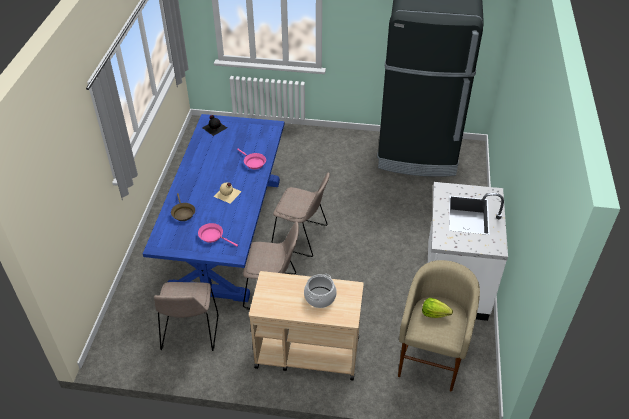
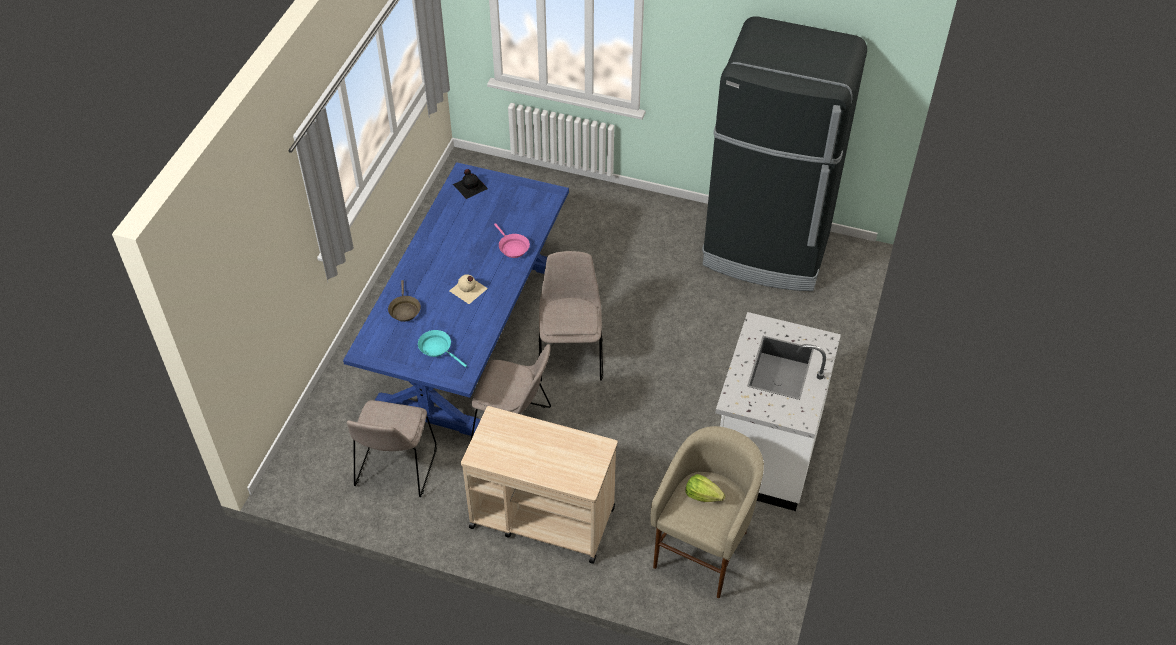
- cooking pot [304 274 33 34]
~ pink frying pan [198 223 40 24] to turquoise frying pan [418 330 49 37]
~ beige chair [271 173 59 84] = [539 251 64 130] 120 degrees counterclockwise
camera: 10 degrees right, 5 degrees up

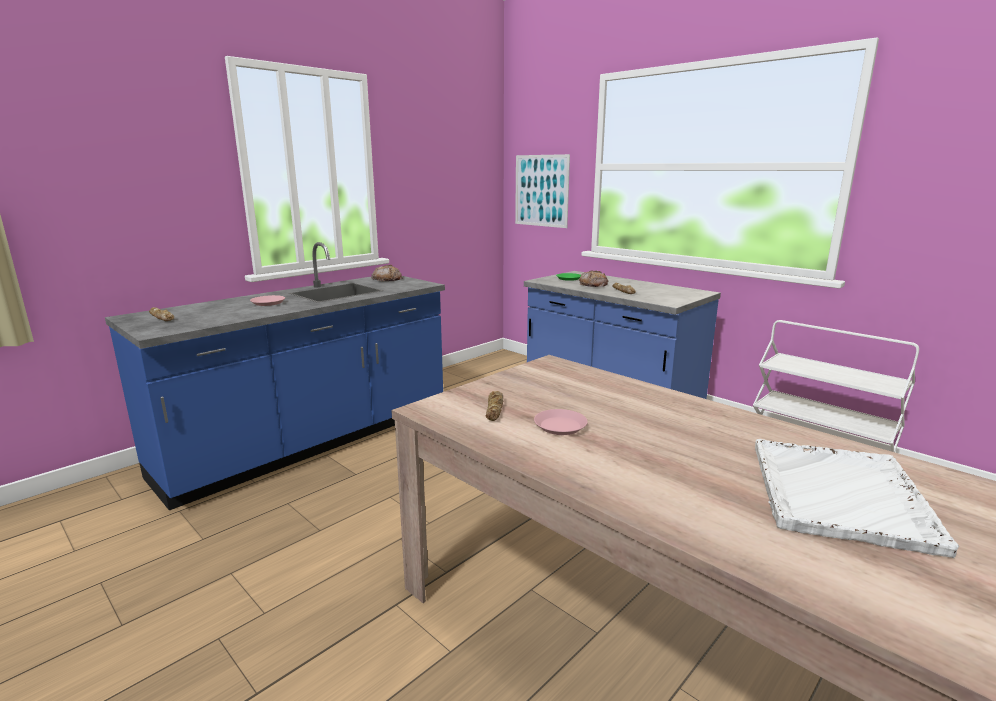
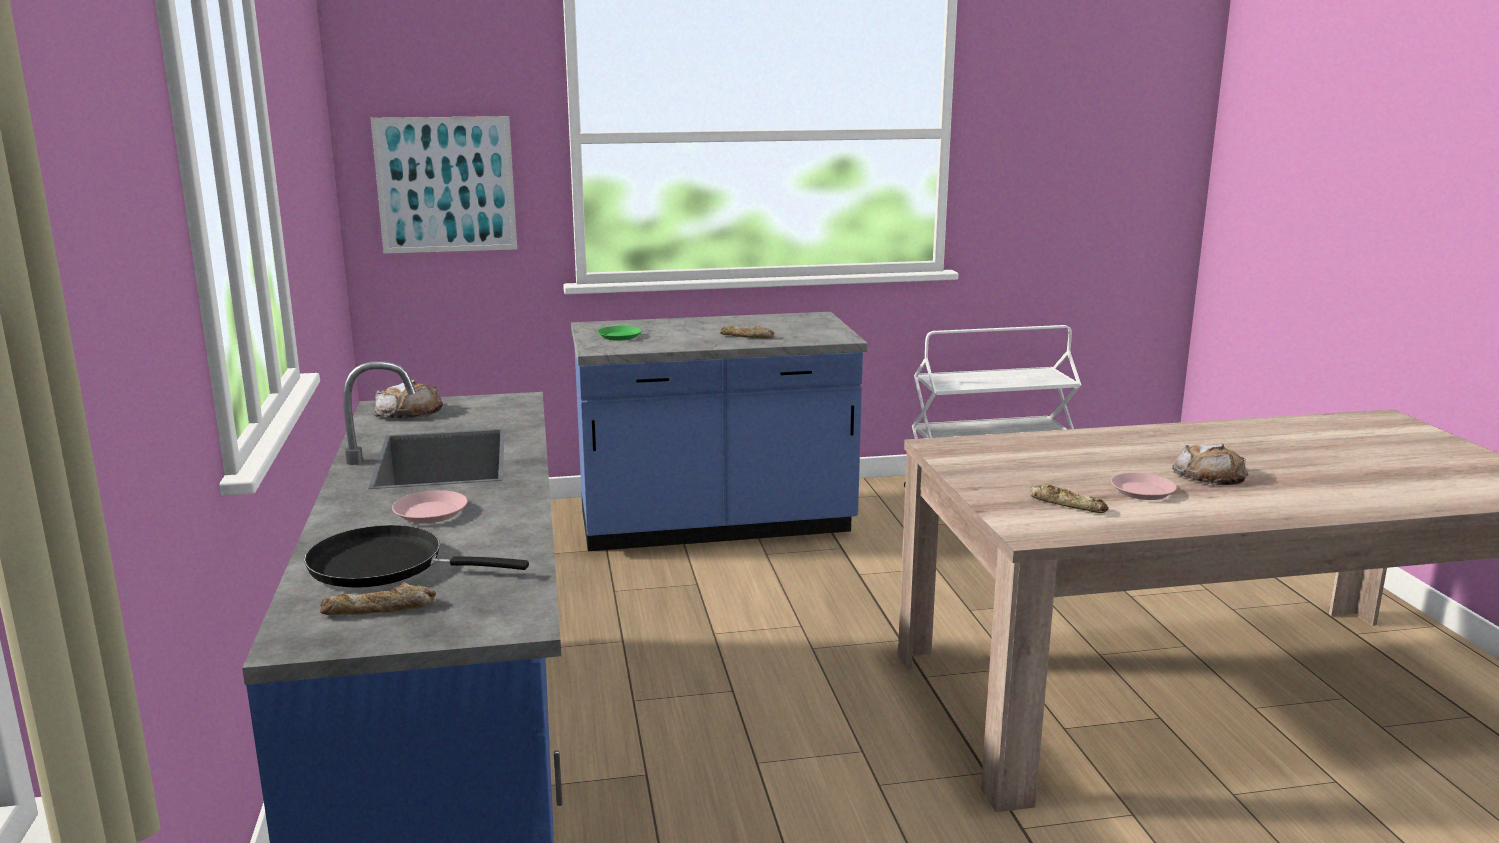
- white tray [755 439 204 119]
+ black frying pan [304 525 225 63]
~ bread [579 271 30 16] to [1172 443 77 42]
camera: 55 degrees left, 0 degrees up

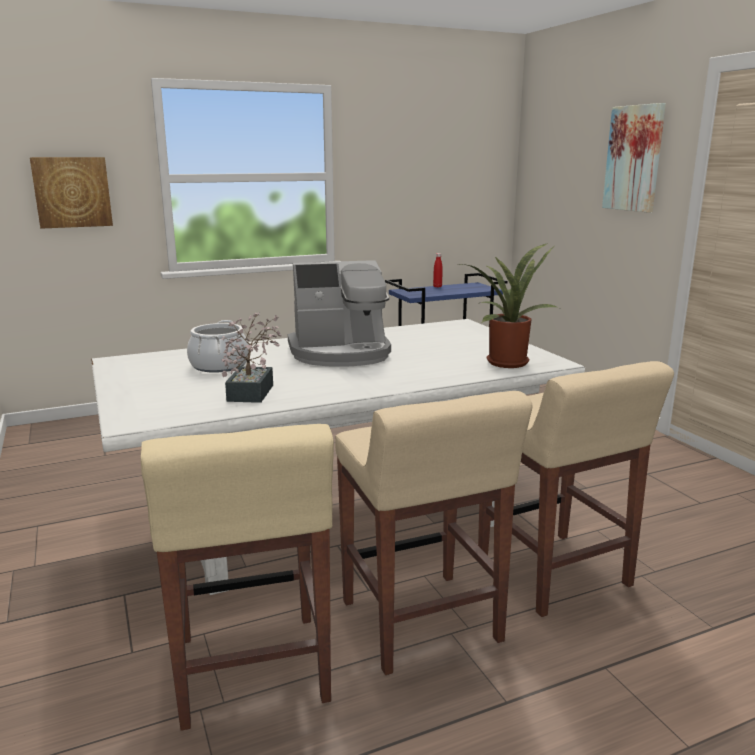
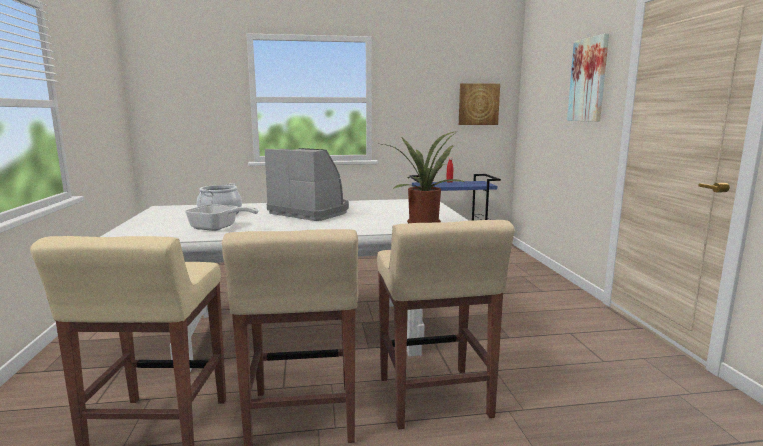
~ picture [30 157 83 72] to [459 83 41 42]
~ potted plant [221 313 61 90] to frying pan [185 204 73 27]
~ coffee machine [288 260 103 107] = [265 148 84 73] 150 degrees counterclockwise
camera: 15 degrees right, 5 degrees down

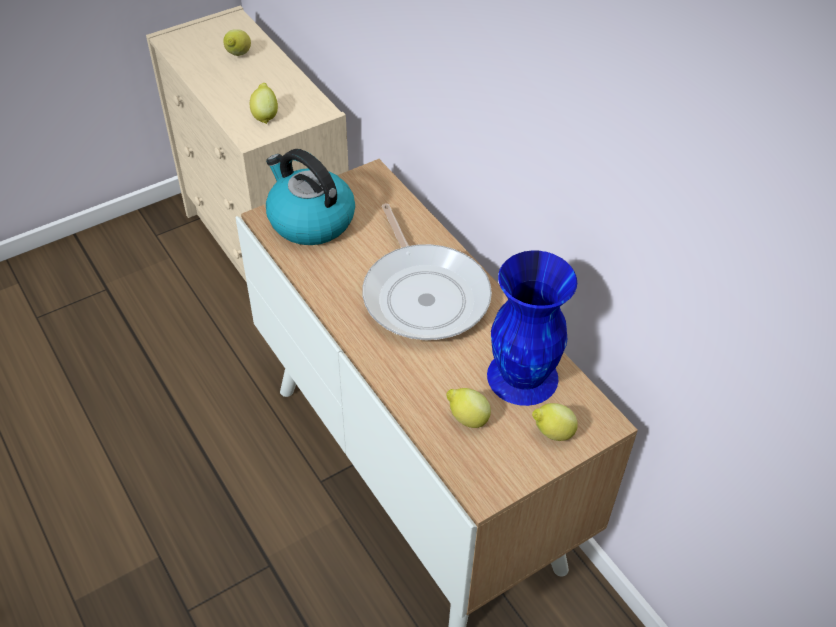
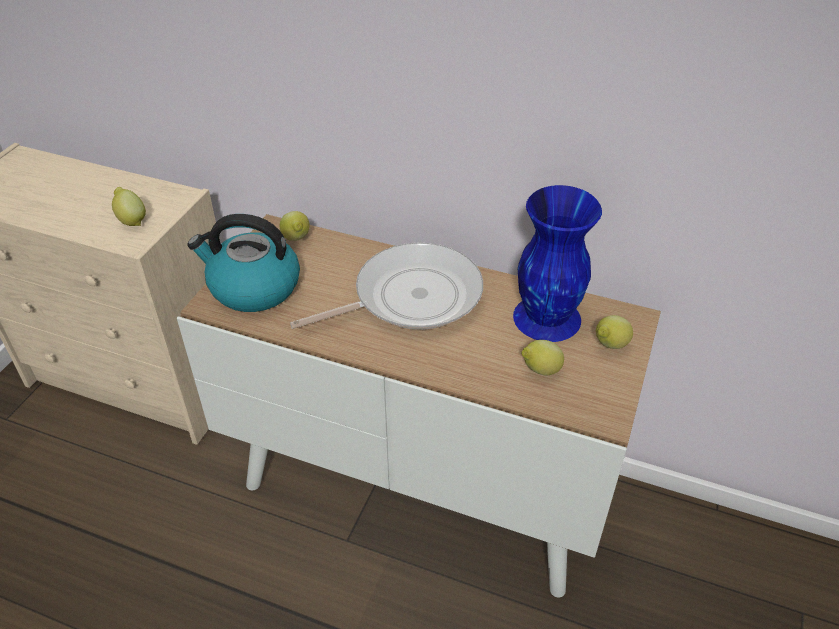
~ lemon [223 29 28 27] to [280 211 30 30]
~ frying pan [362 203 130 137] = [290 243 193 87] 60 degrees counterclockwise
camera: 35 degrees left, 5 degrees down

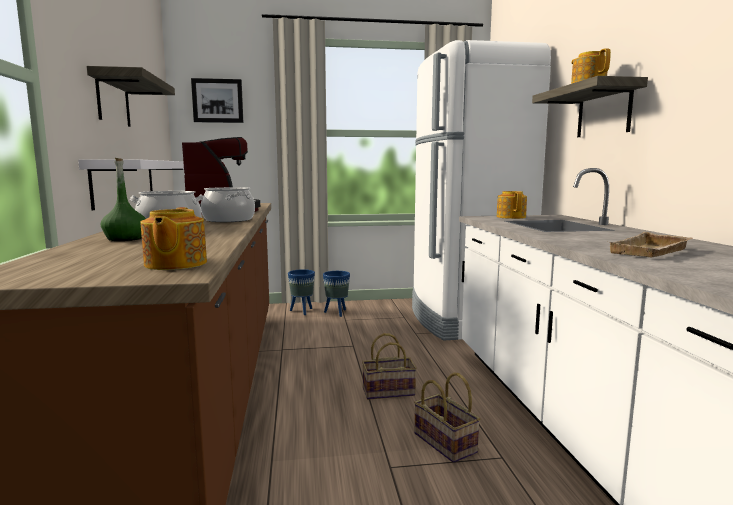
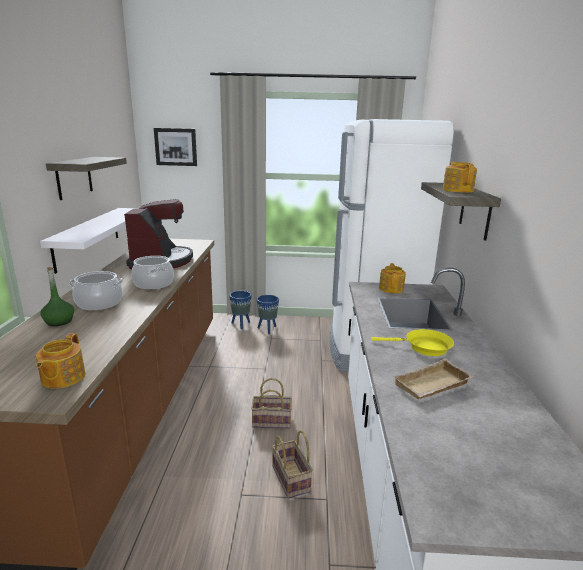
+ yellow frying pan [371 329 83 27]
camera: 10 degrees right, 10 degrees up

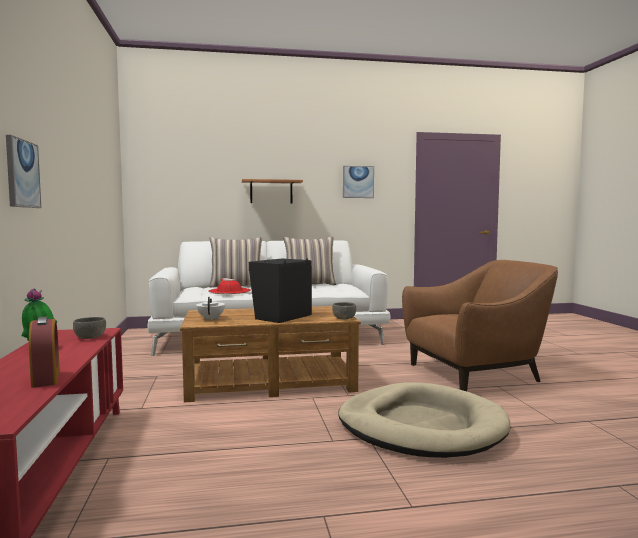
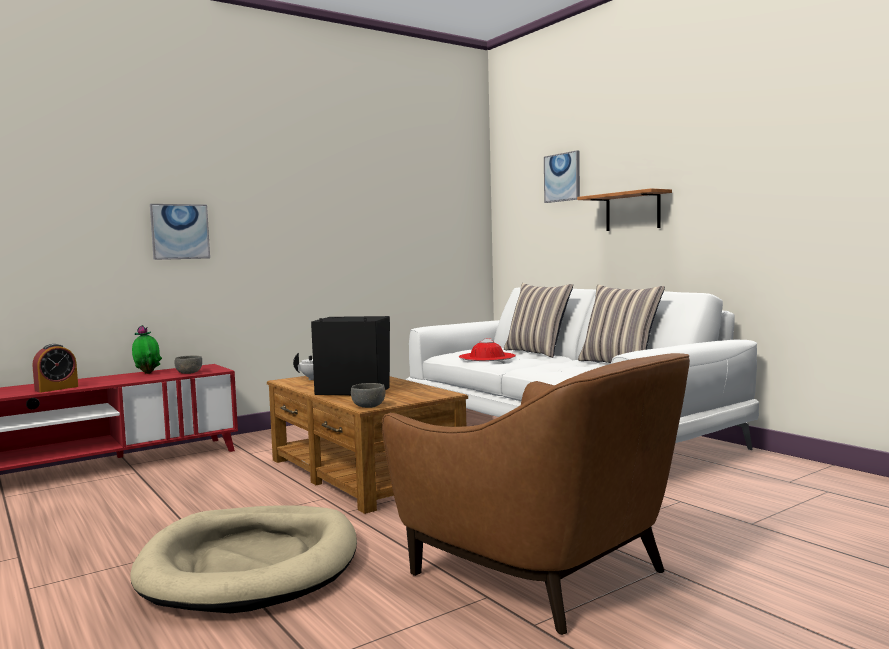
~ picture [343 166 31 32] to [544 150 36 53]
camera: 65 degrees right, 0 degrees up

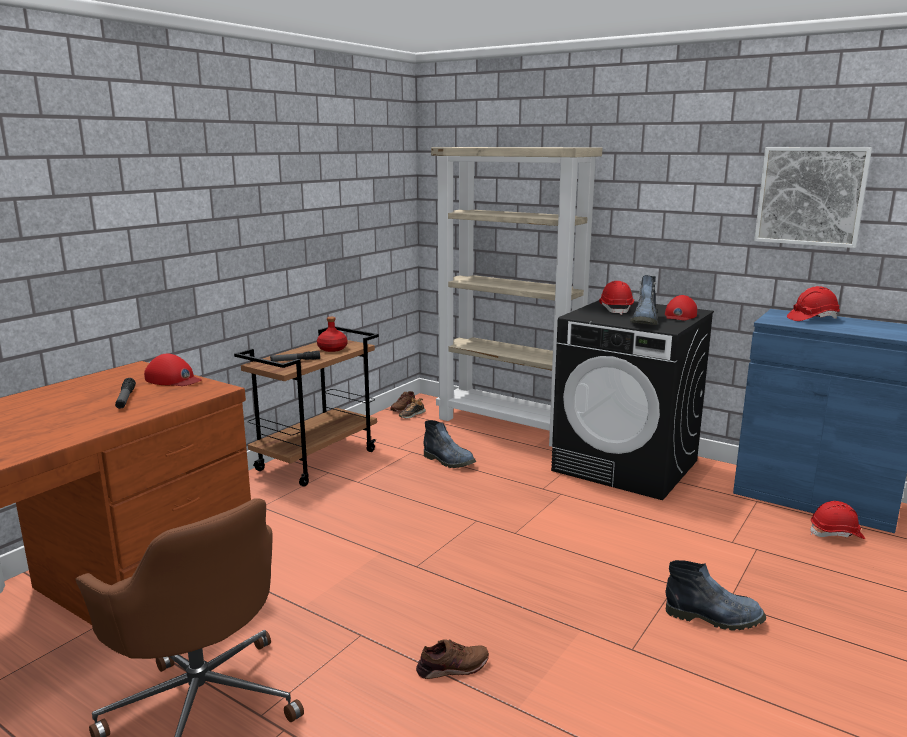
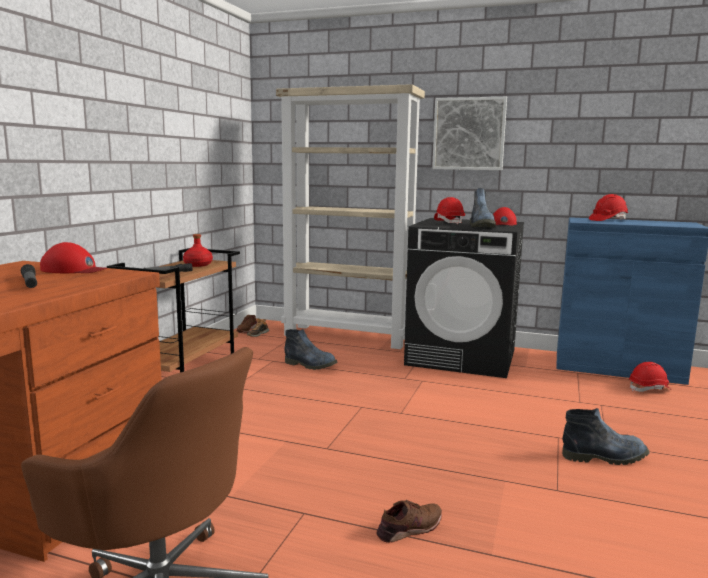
~ picture [754 147 118 101] to [432 97 75 73]
camera: 15 degrees left, 5 degrees down

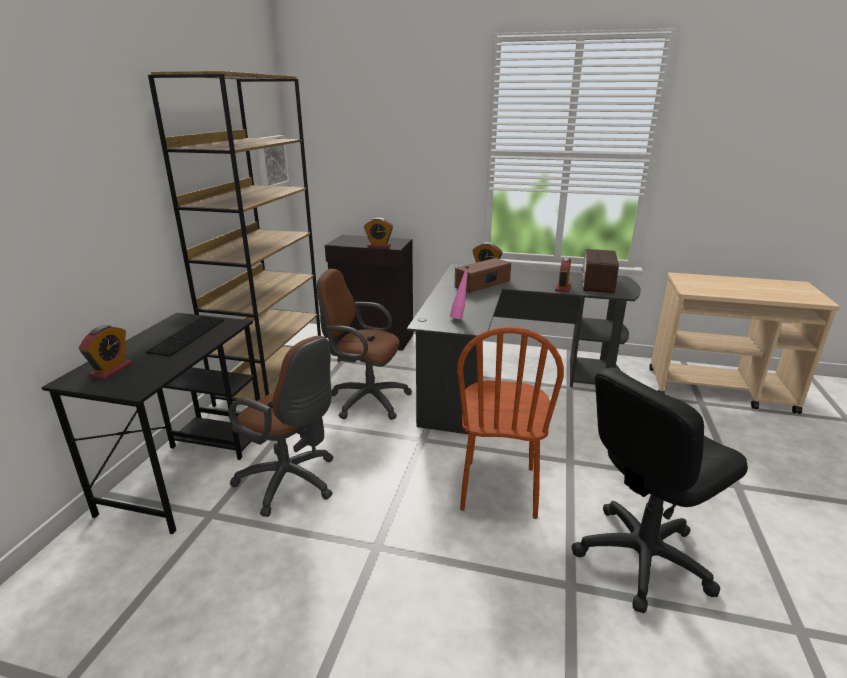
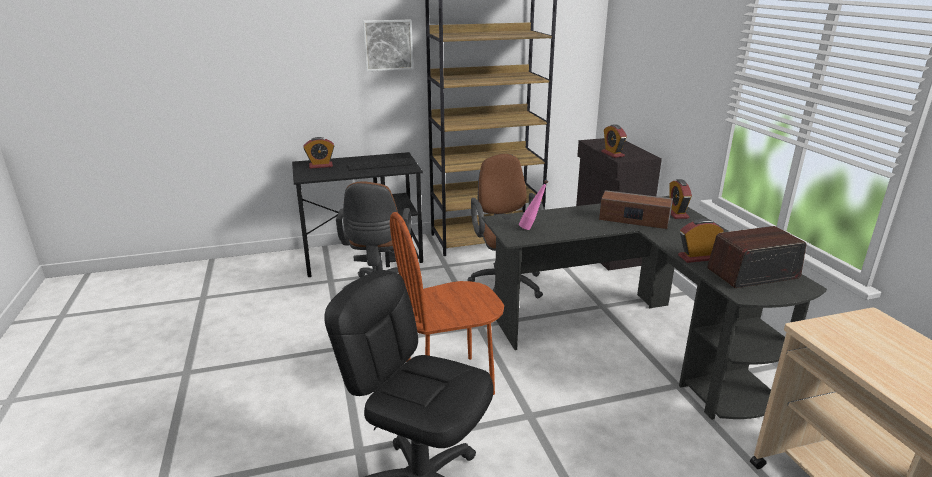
~ picture [258 135 31 51] to [363 20 50 51]
camera: 60 degrees right, 0 degrees up

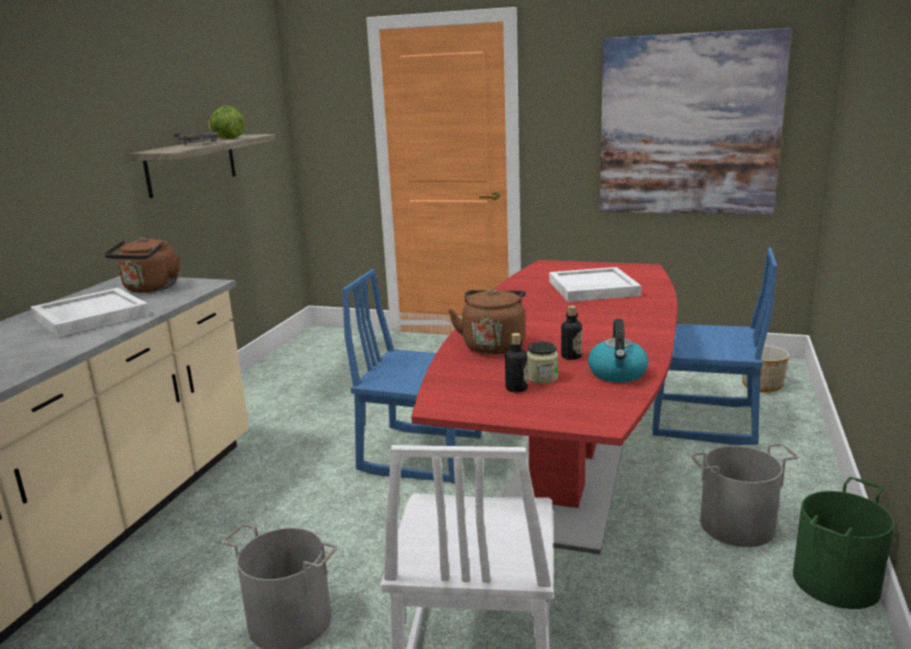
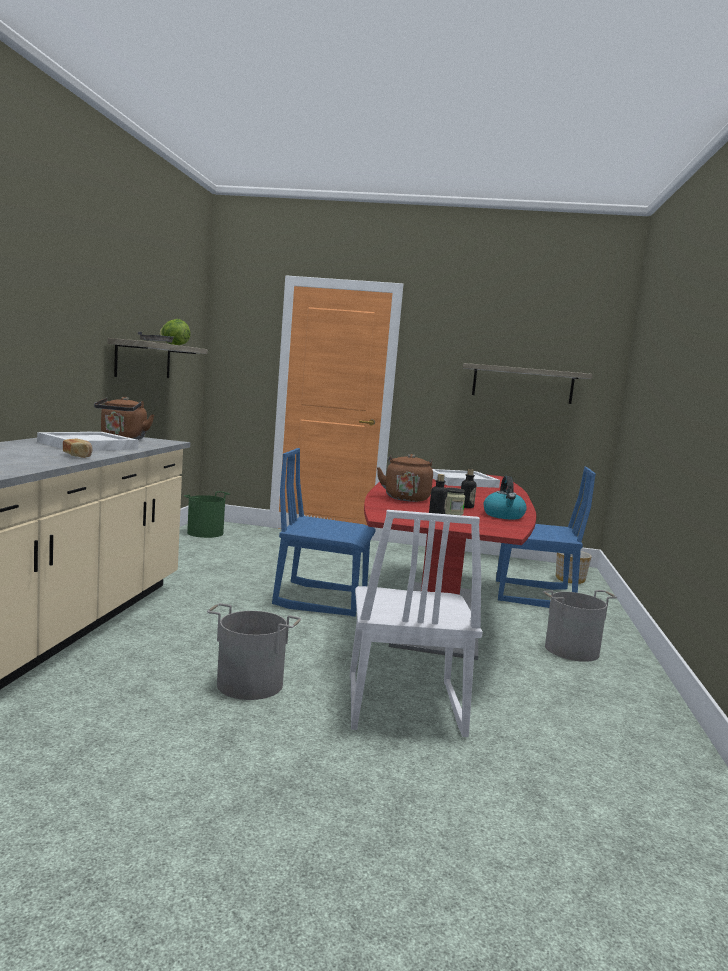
+ bread [63 438 29 20]
~ green bucket [793 477 101 132] to [184 491 46 47]
~ picture [600 28 192 187] to shelf [463 363 130 41]
camera: 10 degrees left, 10 degrees down

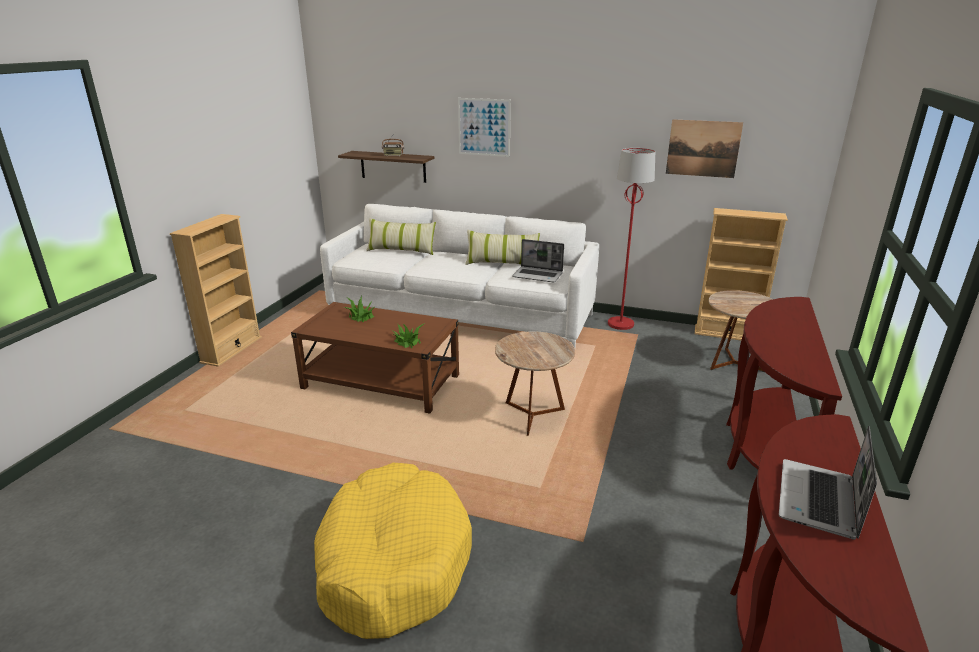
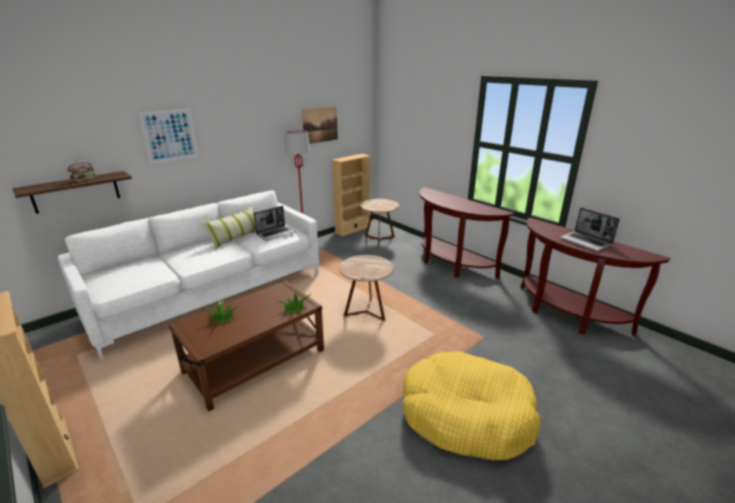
- pillow [366 218 70 37]
camera: 60 degrees left, 0 degrees up

